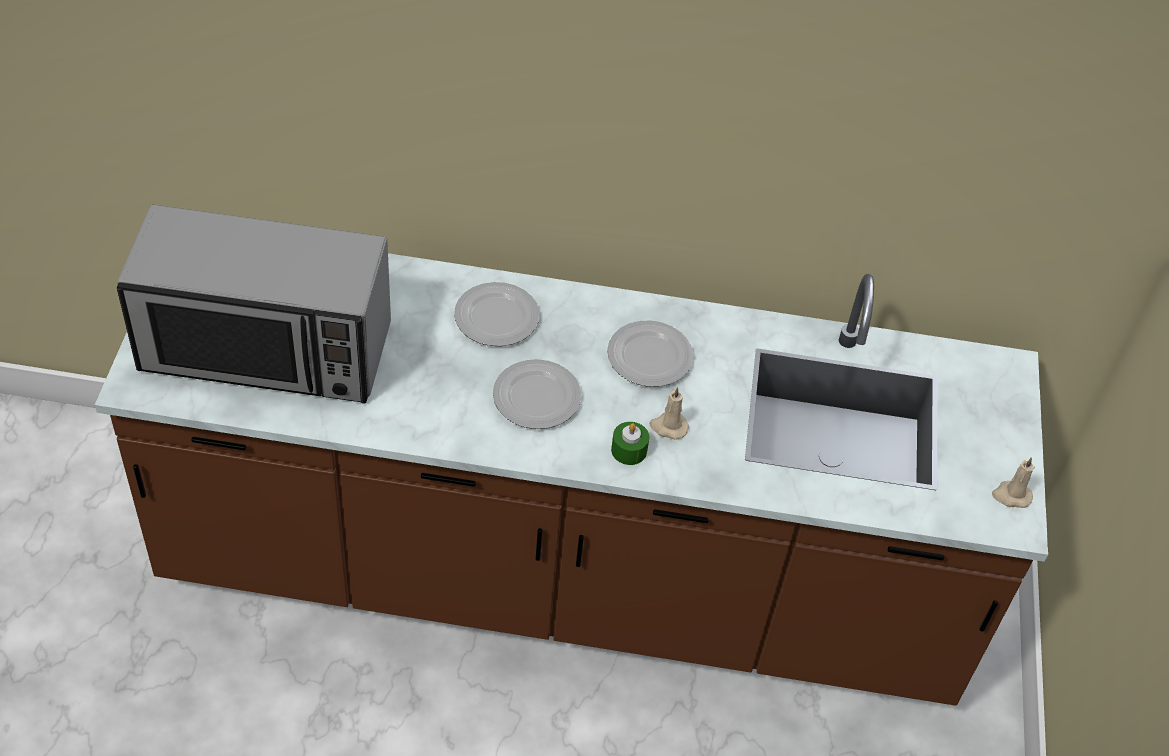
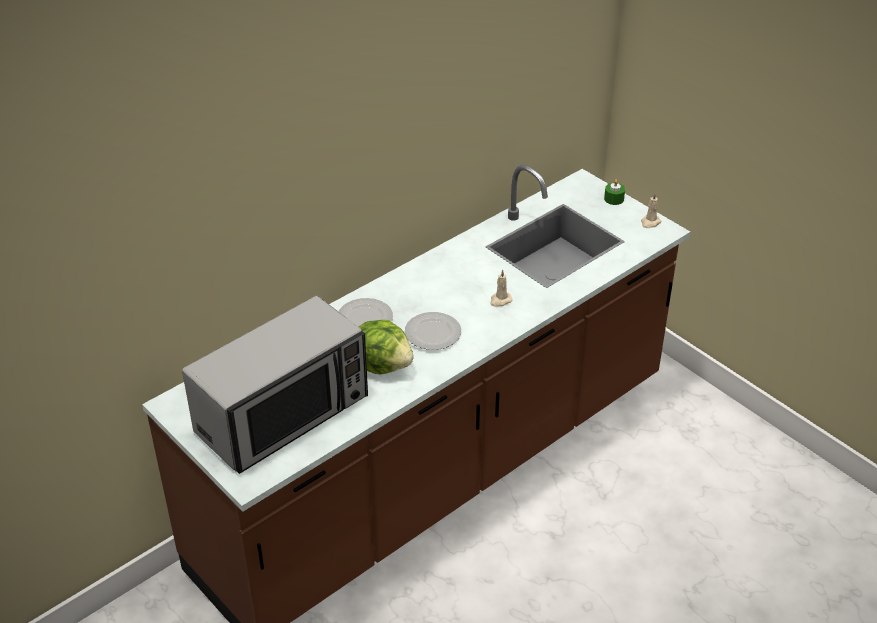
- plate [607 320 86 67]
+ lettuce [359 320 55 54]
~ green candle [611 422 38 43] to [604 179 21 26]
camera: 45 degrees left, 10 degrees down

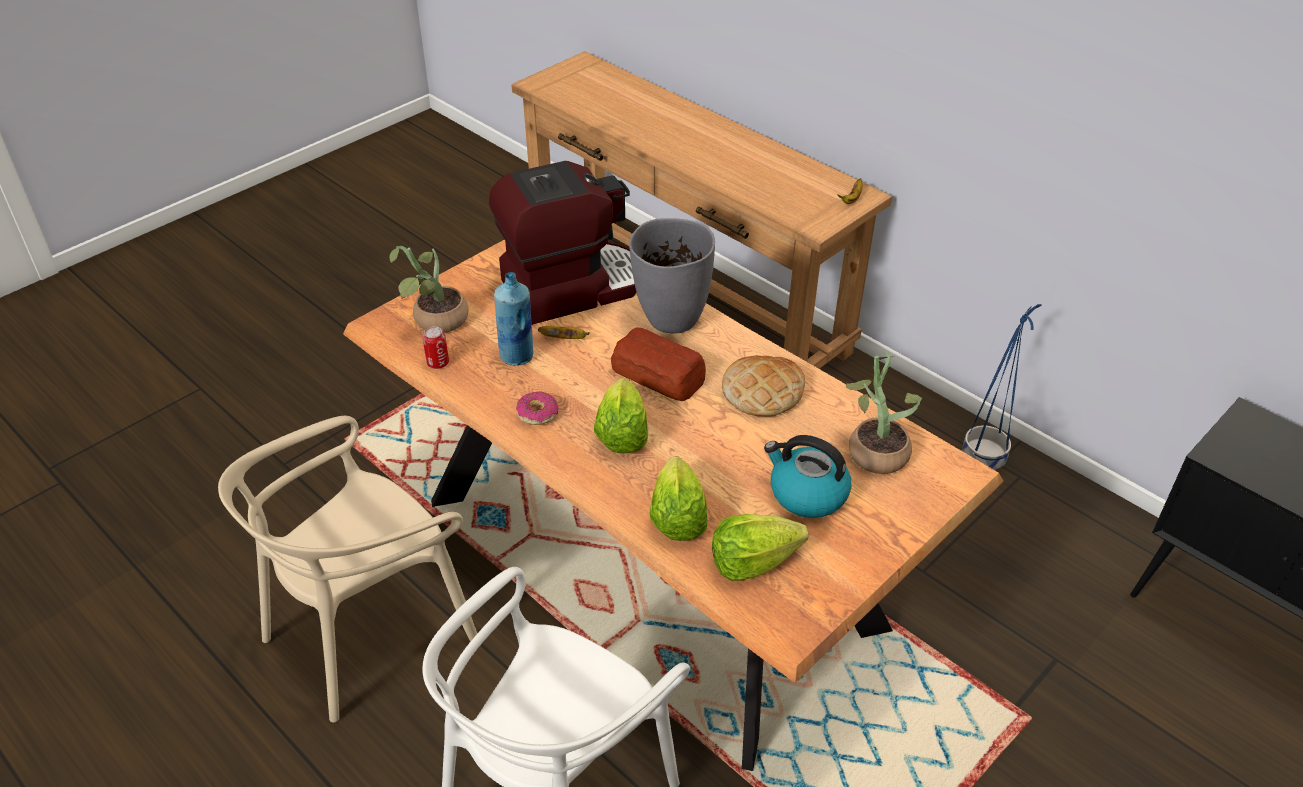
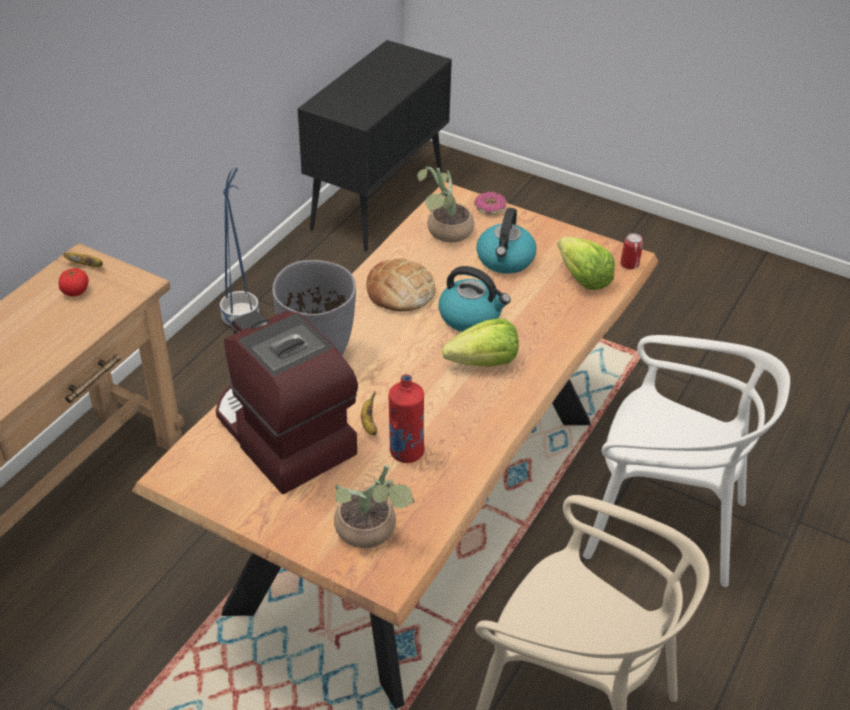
- bread [611 327 95 74]
- lettuce [650 457 58 84]
+ tomato [59 268 30 28]
+ kettle [439 266 72 66]
~ can [423 326 26 43] to [620 233 23 36]
~ donut [516 392 43 33] to [474 192 33 23]
~ blue bottle [494 272 39 94] to red bottle [389 374 36 89]
camera: 105 degrees left, 0 degrees up

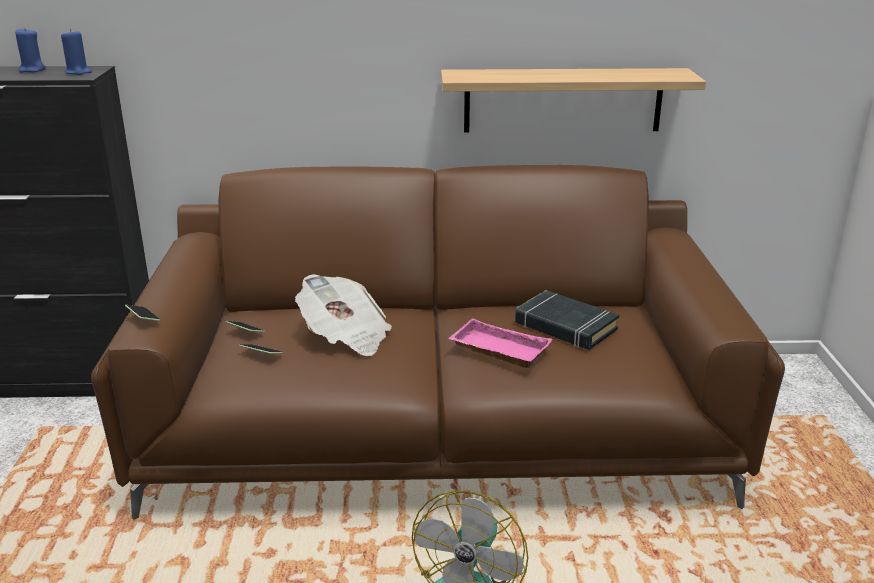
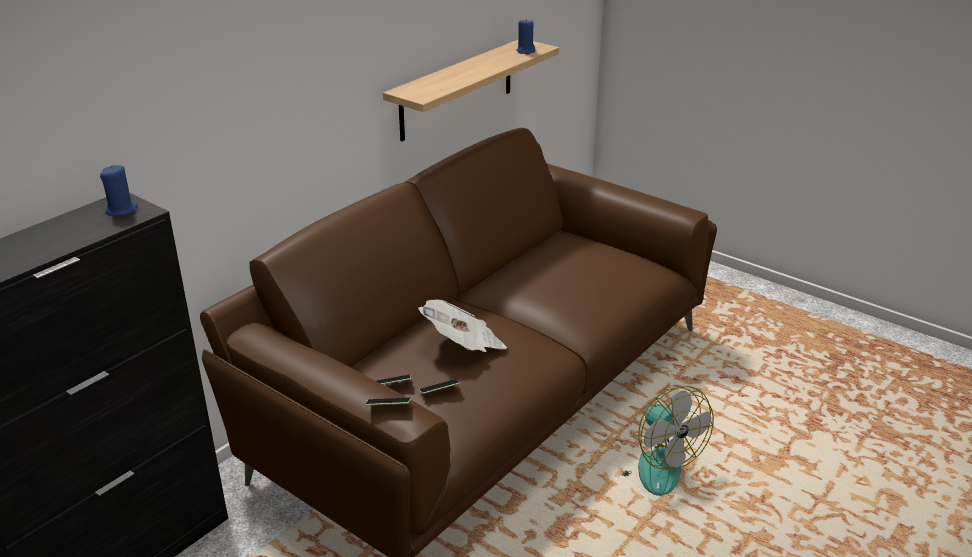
- pink tray [448 318 104 50]
- black book [515 290 104 60]
~ blue candle [15 27 31 46] to [516 18 19 37]
camera: 50 degrees left, 5 degrees up

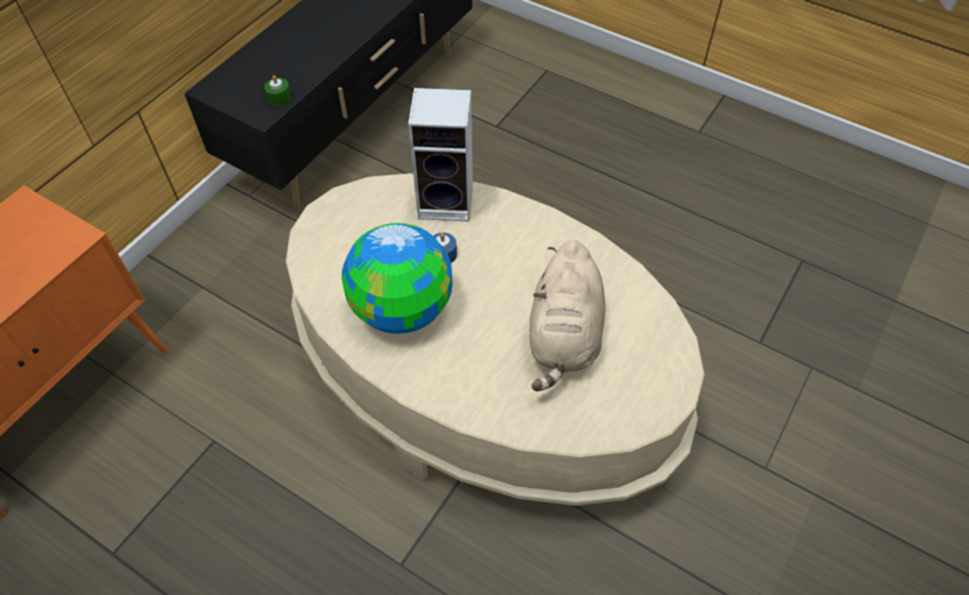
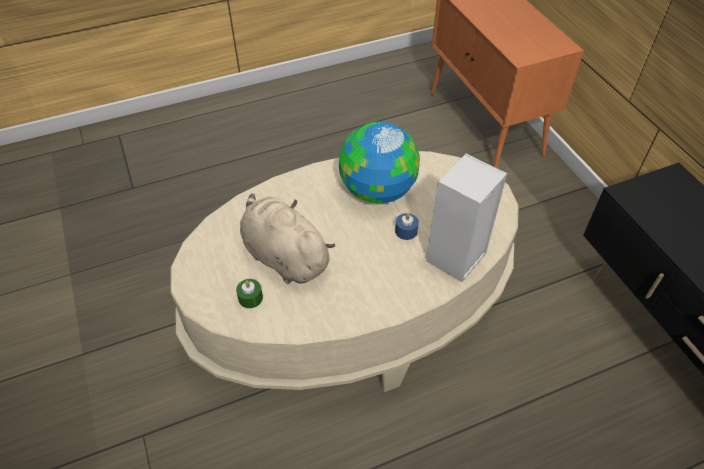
~ green candle [265 75 27 31] to [236 279 27 29]
camera: 125 degrees right, 5 degrees down

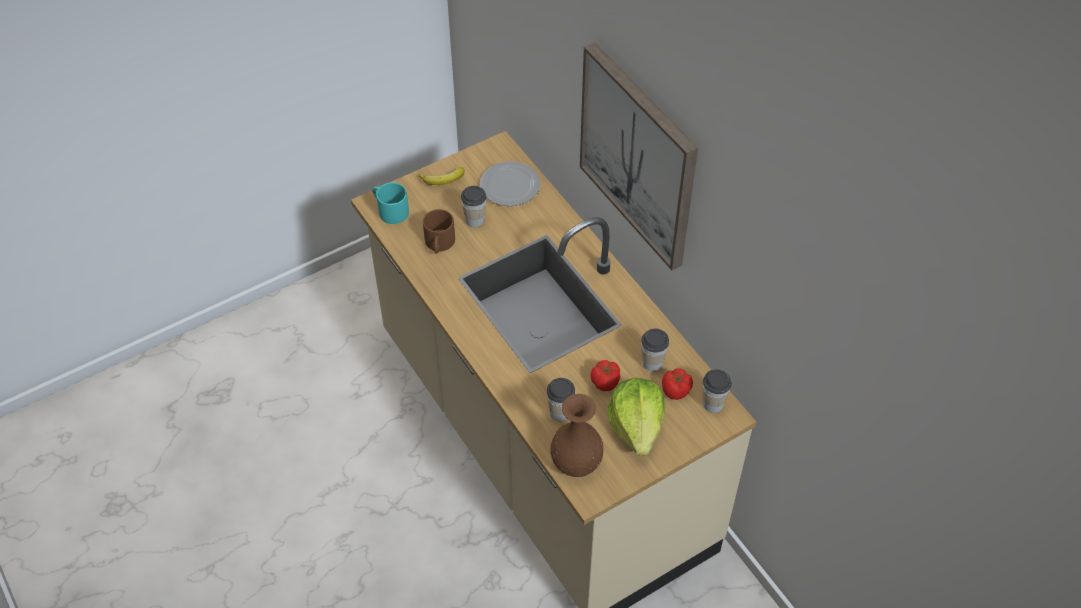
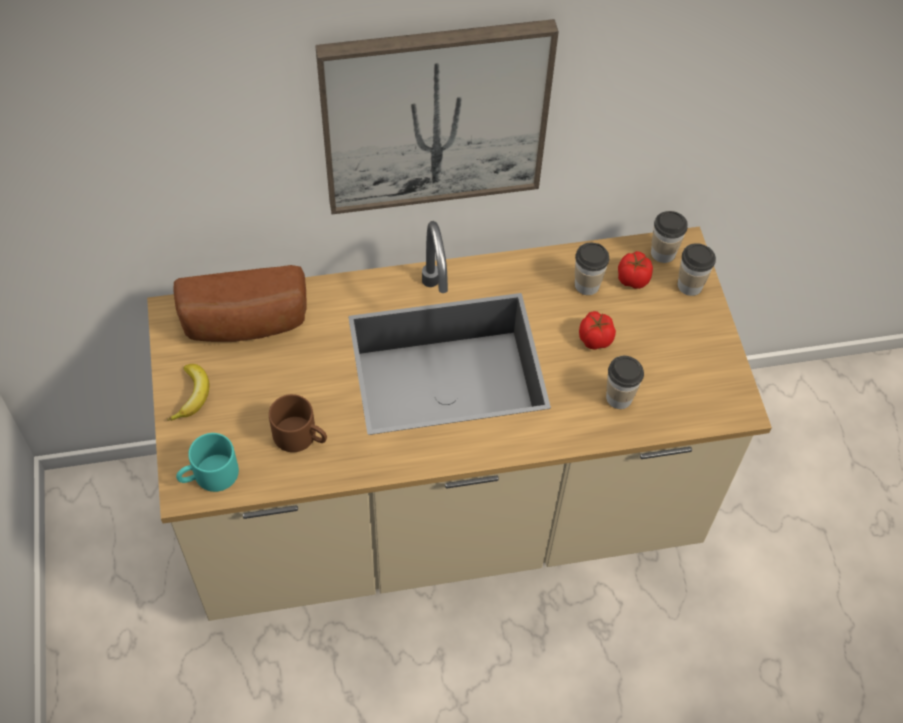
- brown vase [550 394 53 83]
- lettuce [608 378 57 78]
~ cup [461 186 25 41] to [678 243 38 53]
~ plate [480 161 60 45] to bread [173 265 133 77]
camera: 70 degrees left, 5 degrees up

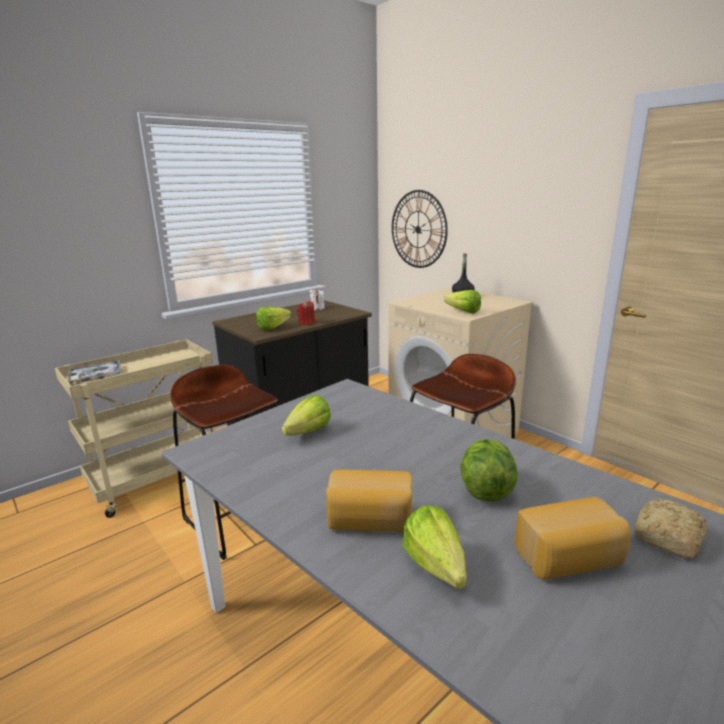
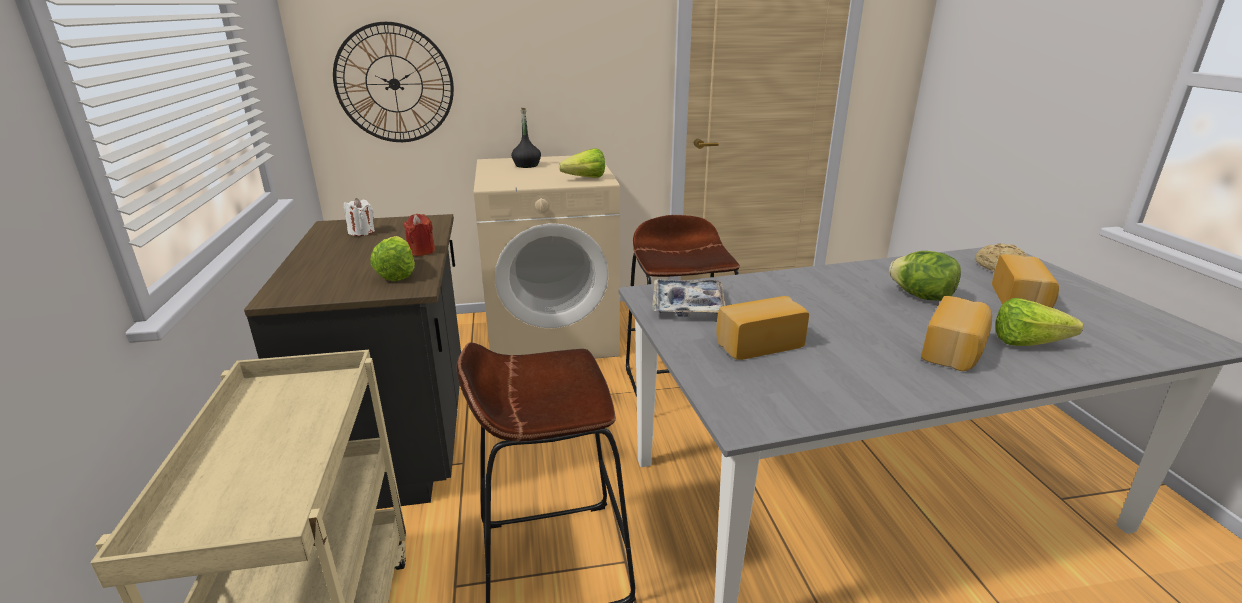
~ tray [66 360 55 23] to [652 279 74 38]
~ lettuce [282 395 49 41] to bread [717 296 92 64]
camera: 60 degrees left, 5 degrees up

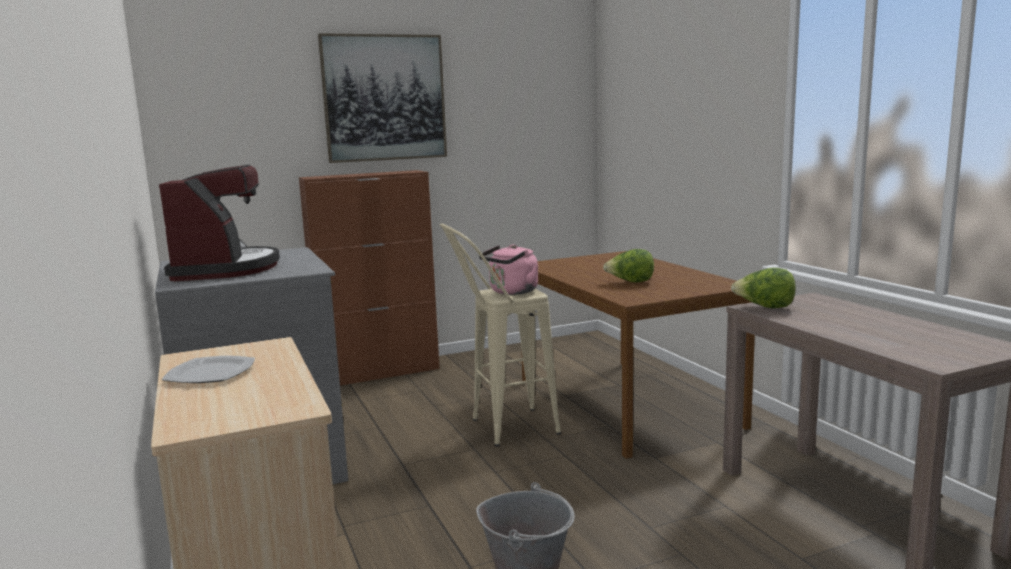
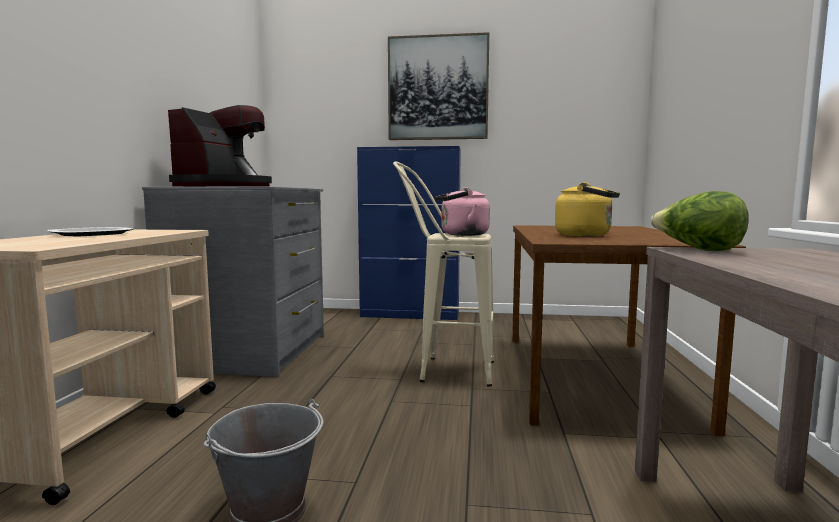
~ lettuce [603 249 51 34] to yellow kettle [555 182 65 55]
~ brown cabinet [299 170 141 216] to blue cabinet [357 146 104 174]
camera: 30 degrees right, 5 degrees down

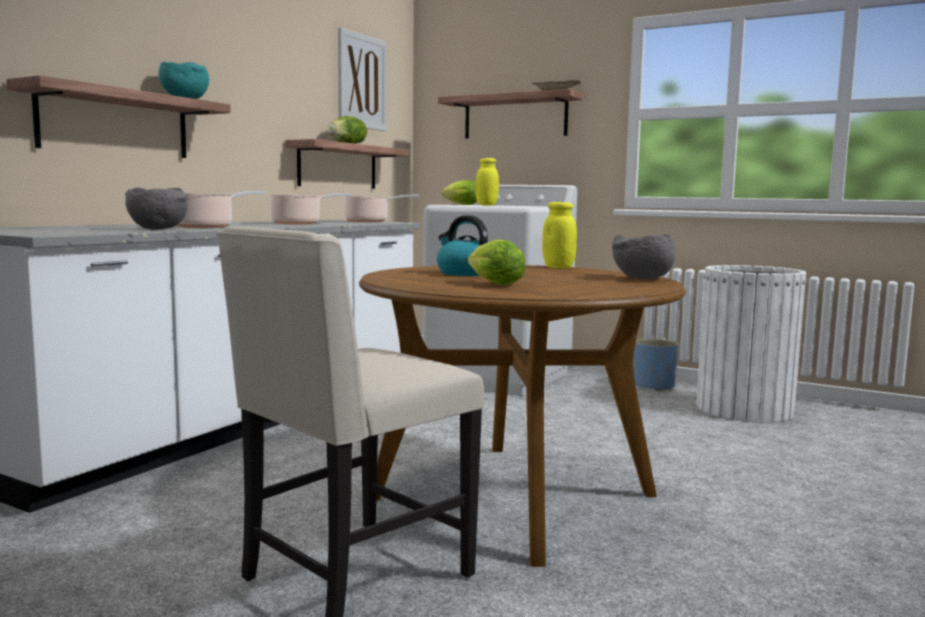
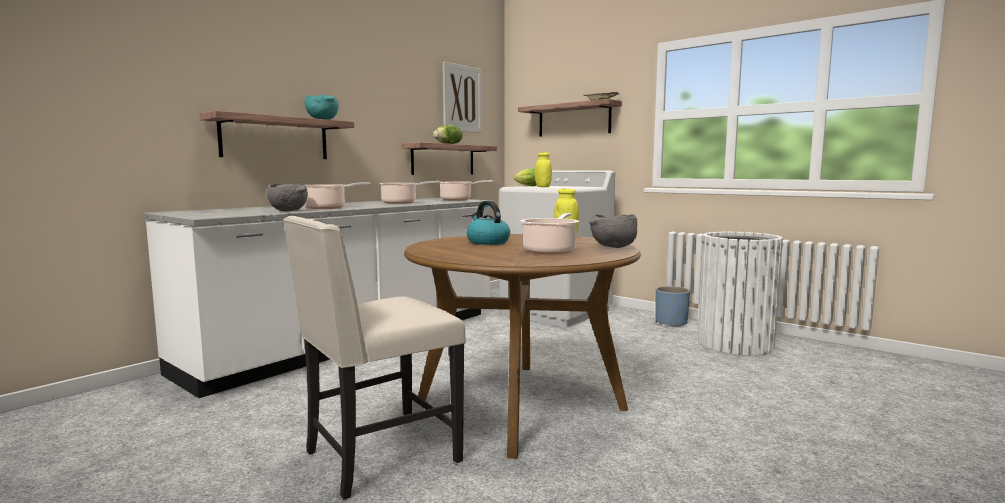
- lettuce [468 239 57 46]
+ cooking pot [521 213 58 41]
camera: 10 degrees right, 0 degrees up

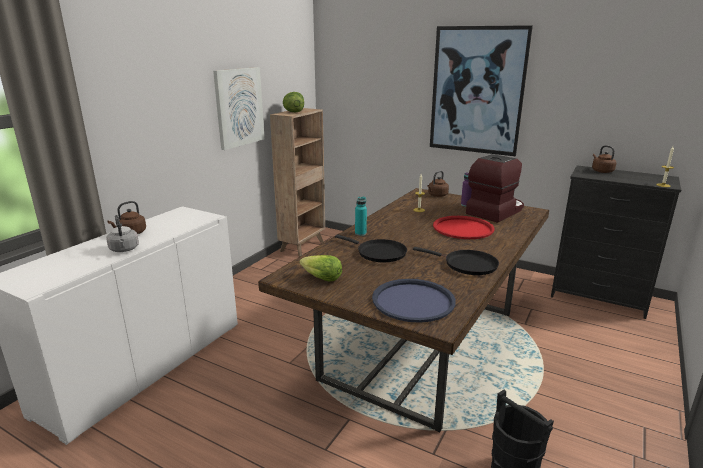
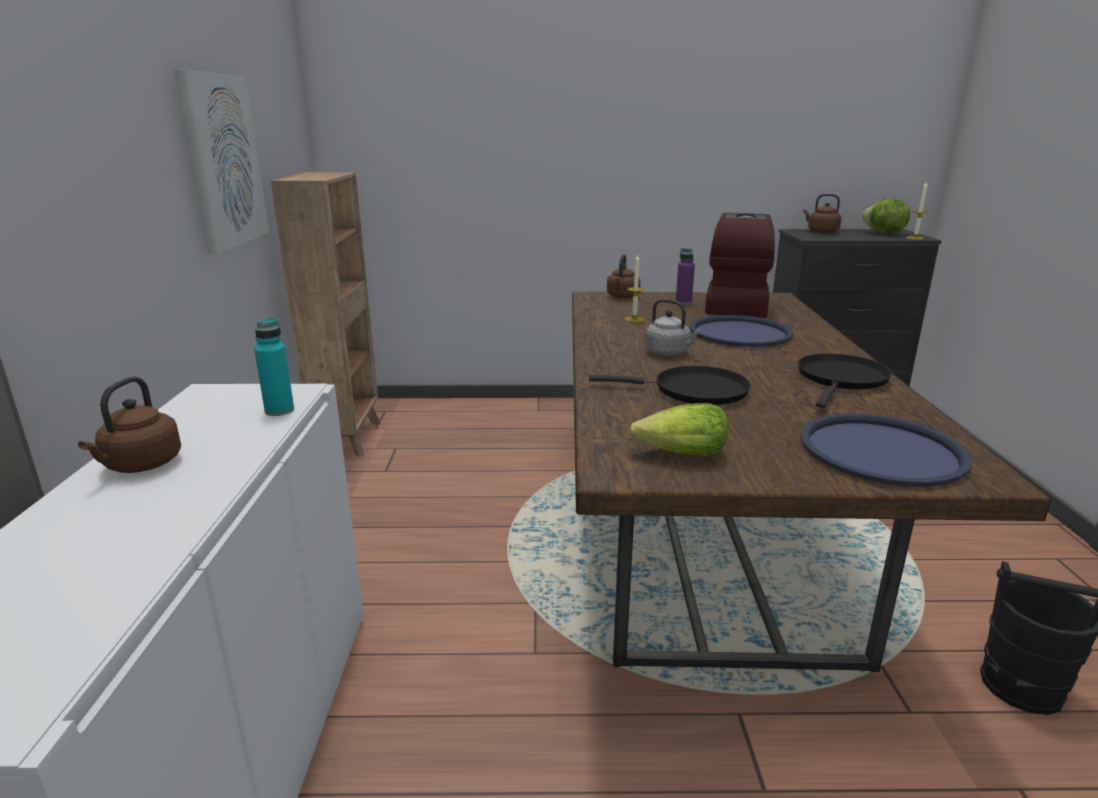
- picture [430 25 103 131]
~ grey kettle [106 215 33 37] to [645 299 56 57]
~ lettuce [283 92 21 20] to [862 198 48 36]
~ turquoise bottle [355 197 12 39] to [254 318 40 98]
~ red tray [433 216 62 23] to blue tray [689 315 105 32]
~ black frying pan [413 247 86 28] = [798 353 94 55] 60 degrees counterclockwise
camera: 30 degrees left, 0 degrees up

